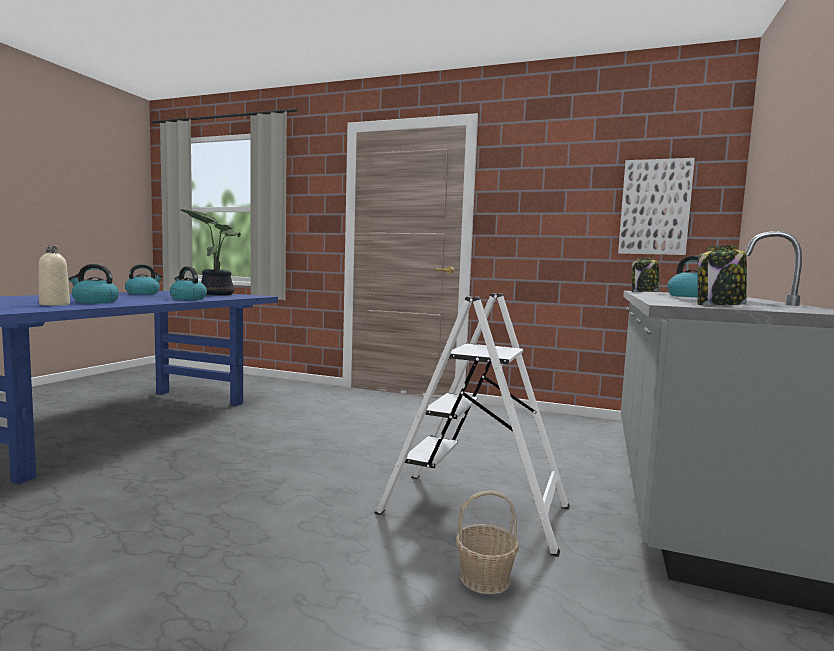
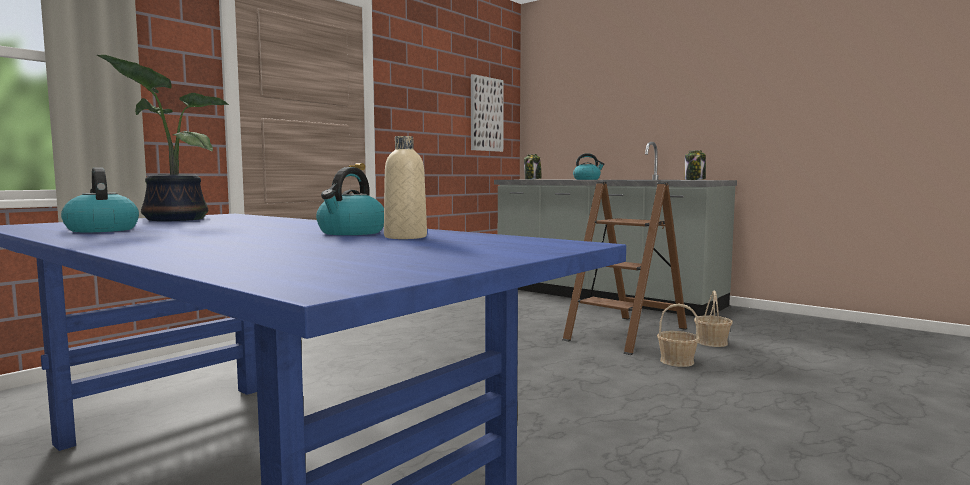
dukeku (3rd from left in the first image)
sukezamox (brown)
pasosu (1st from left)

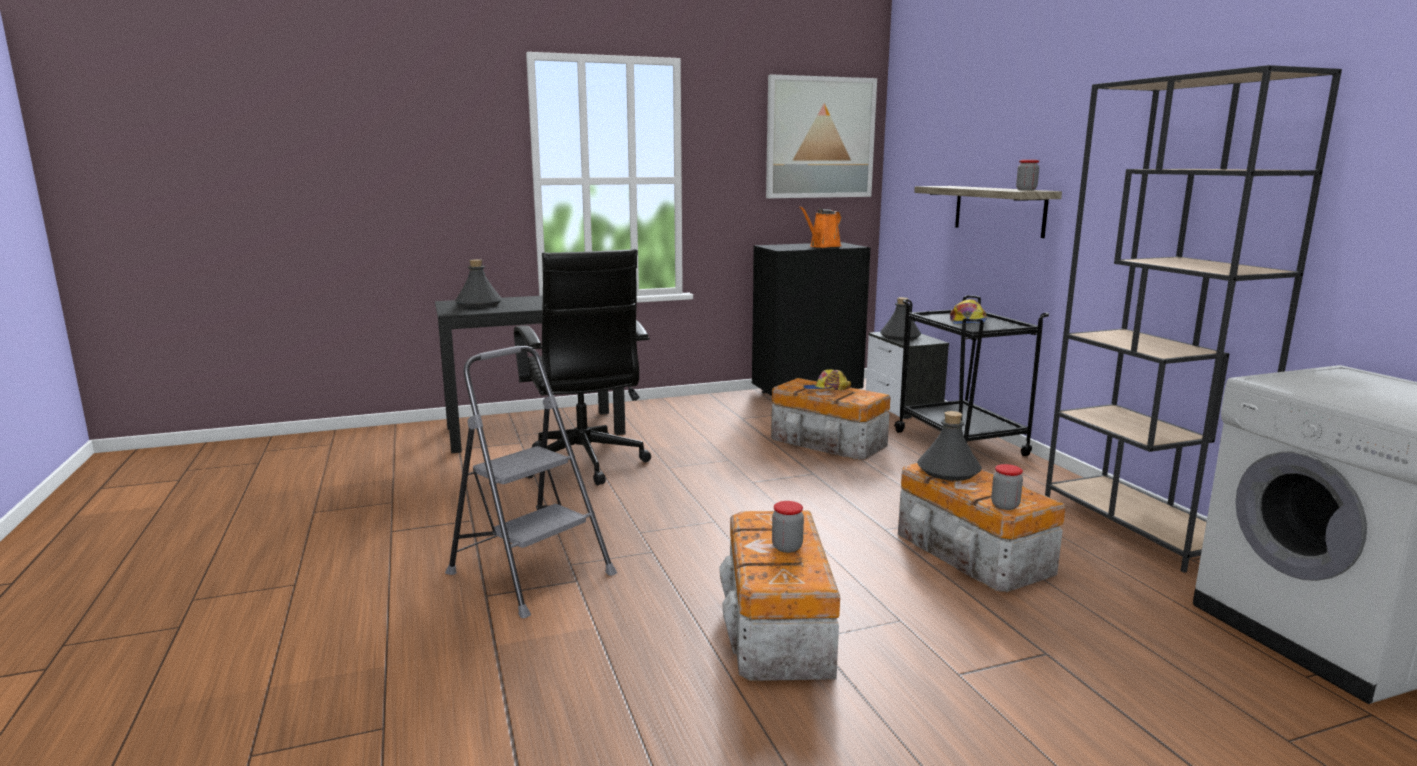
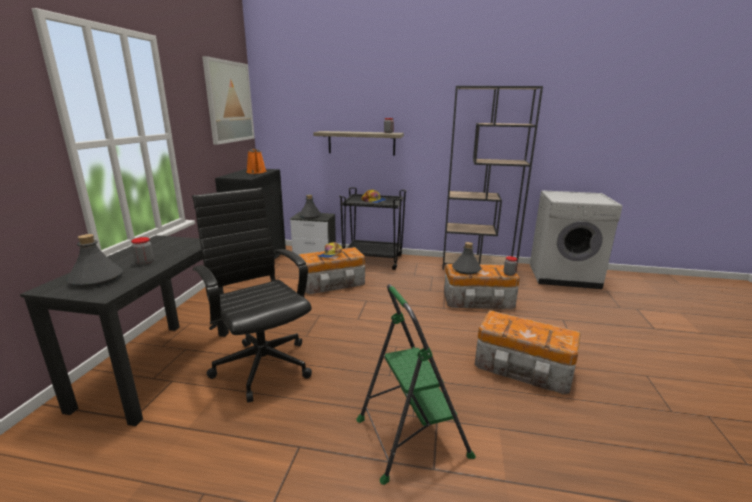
sukezamox (green)
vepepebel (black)
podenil (1st from left)

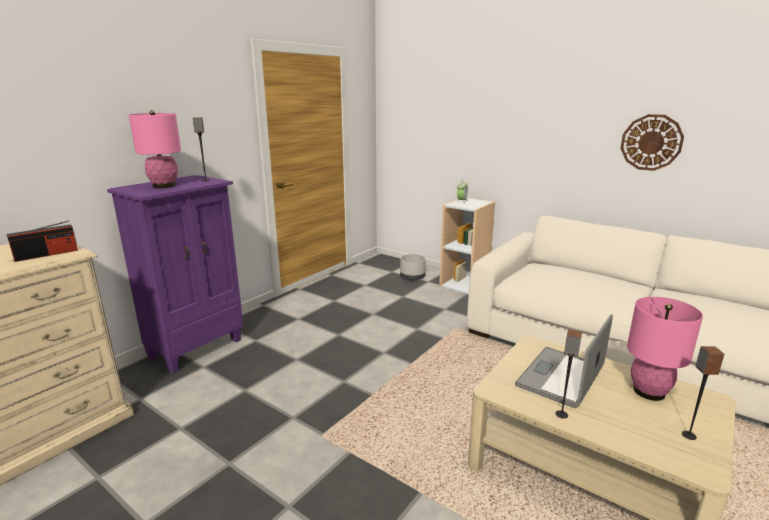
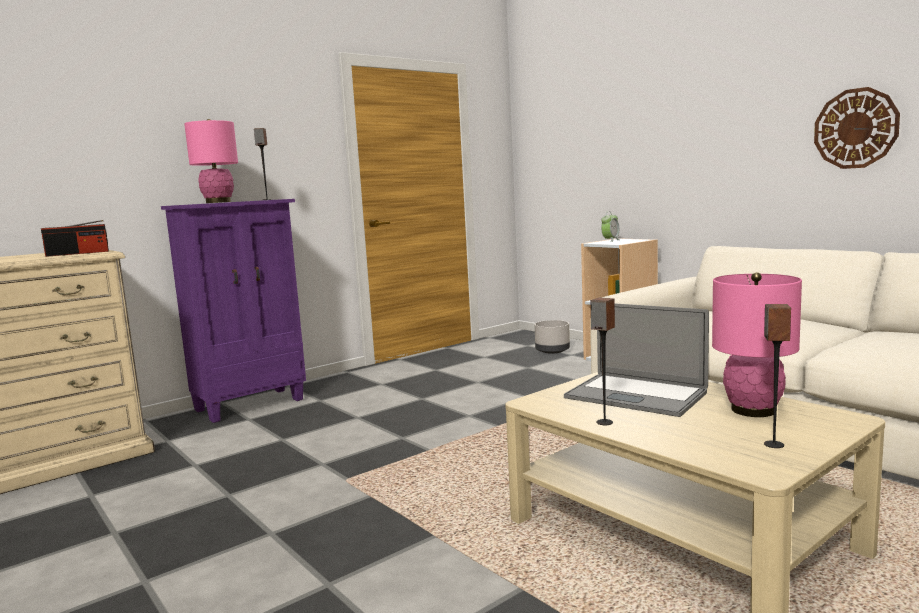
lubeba

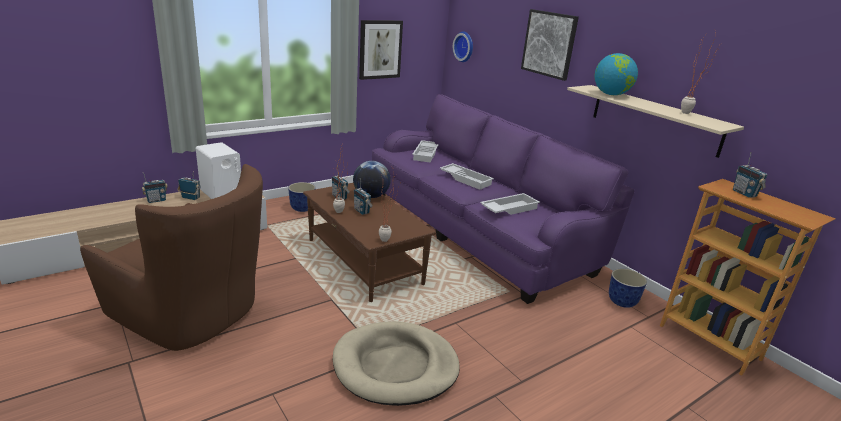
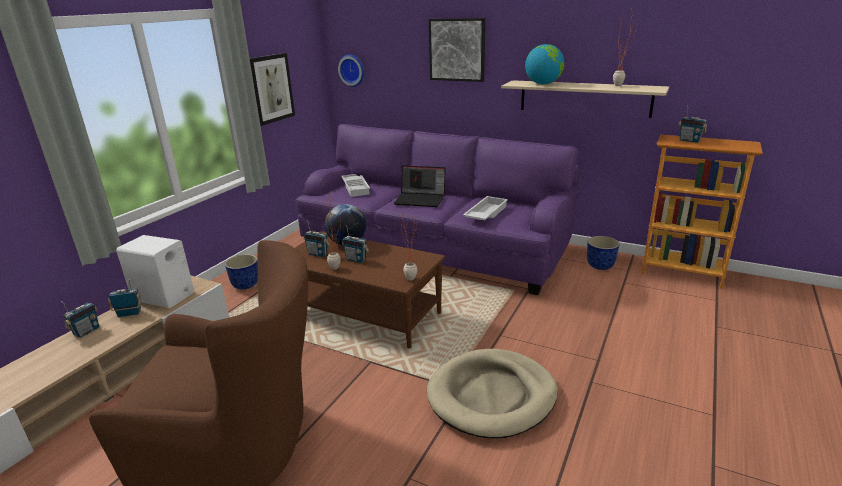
lubeba

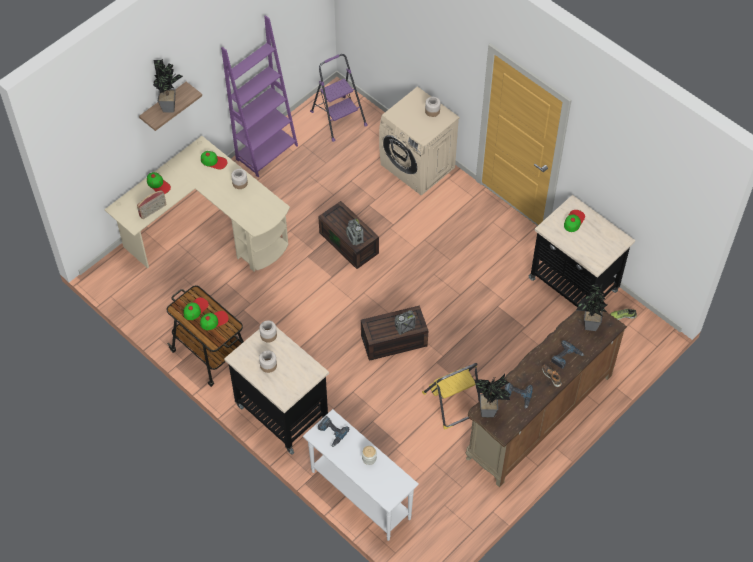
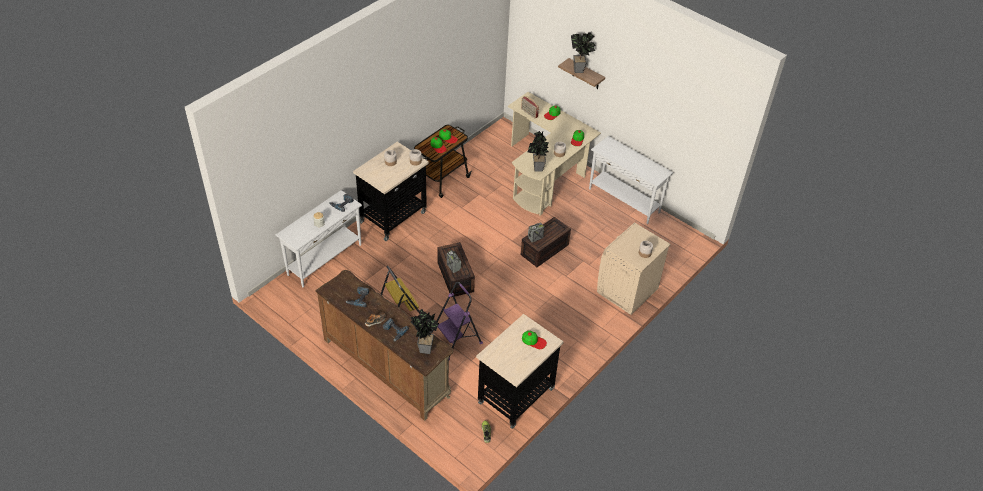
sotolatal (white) (2nd from left)
sukezamox (purple)
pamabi (2nd from left)

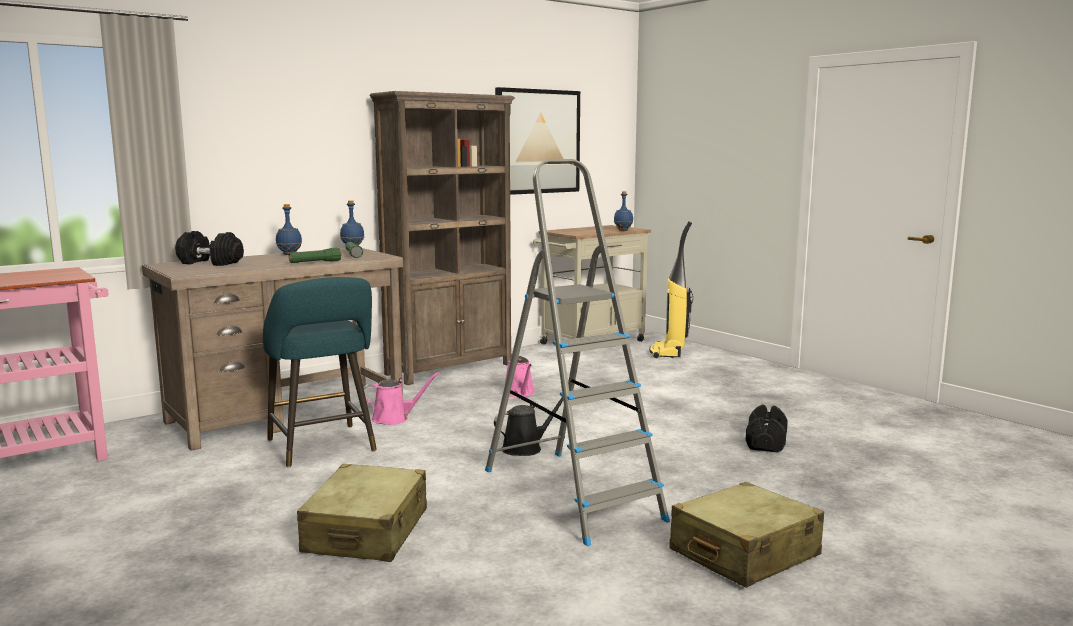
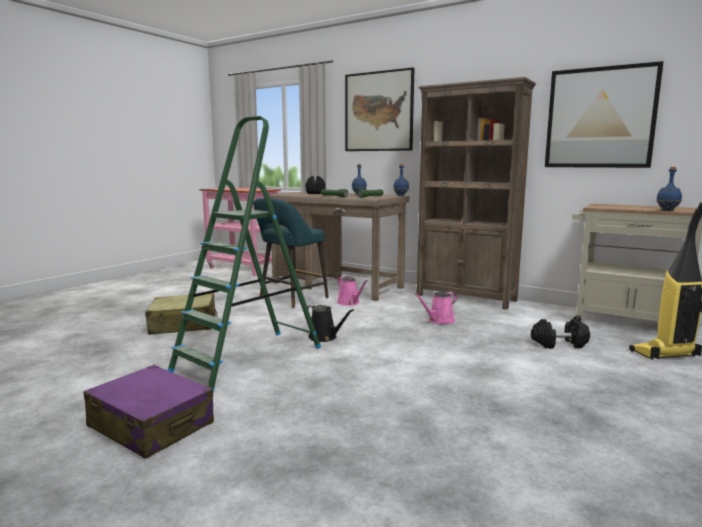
sukezamox (green)
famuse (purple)
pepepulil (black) (2nd from left)
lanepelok (1st from left)

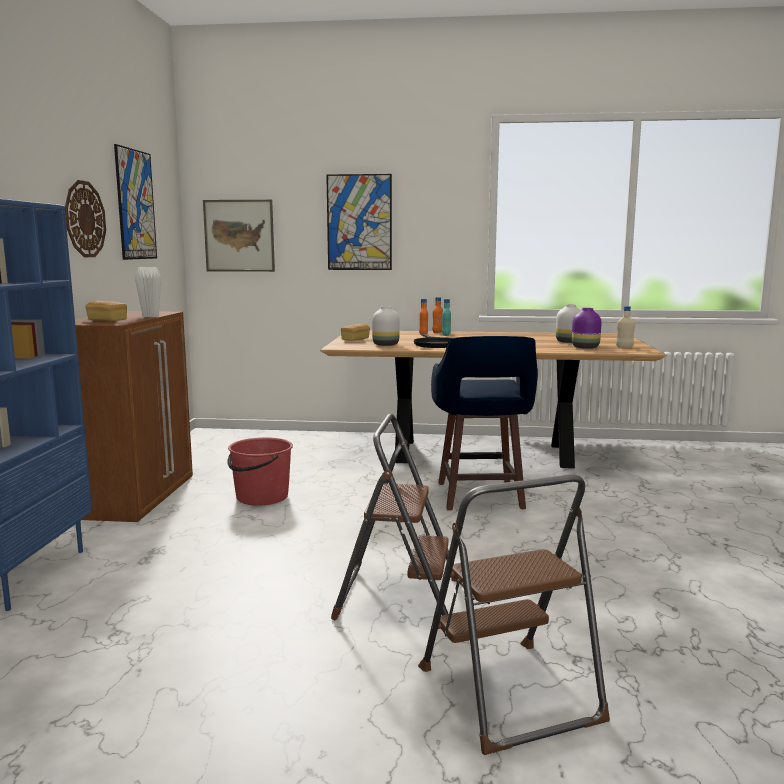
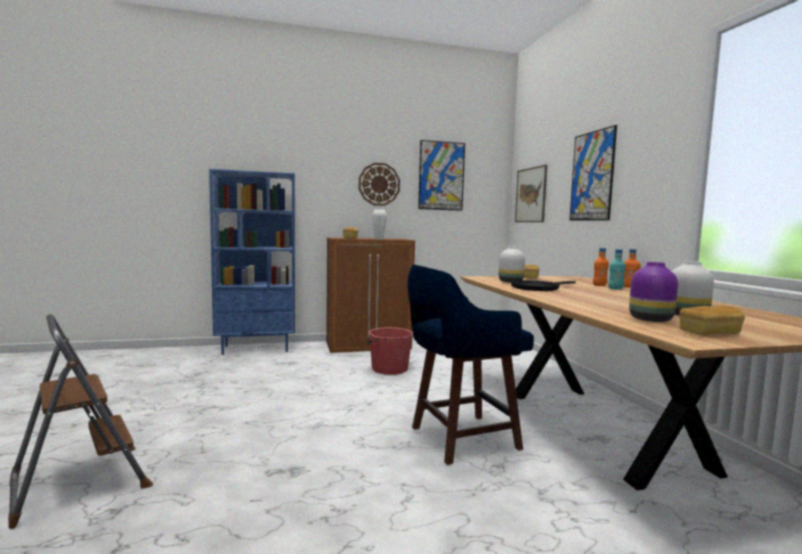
sukezamox (brown) (1st from left in the first image)
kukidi (3rd from left)

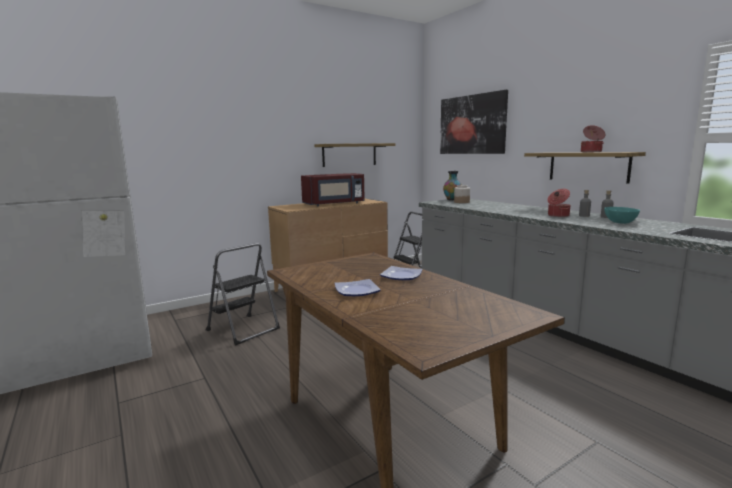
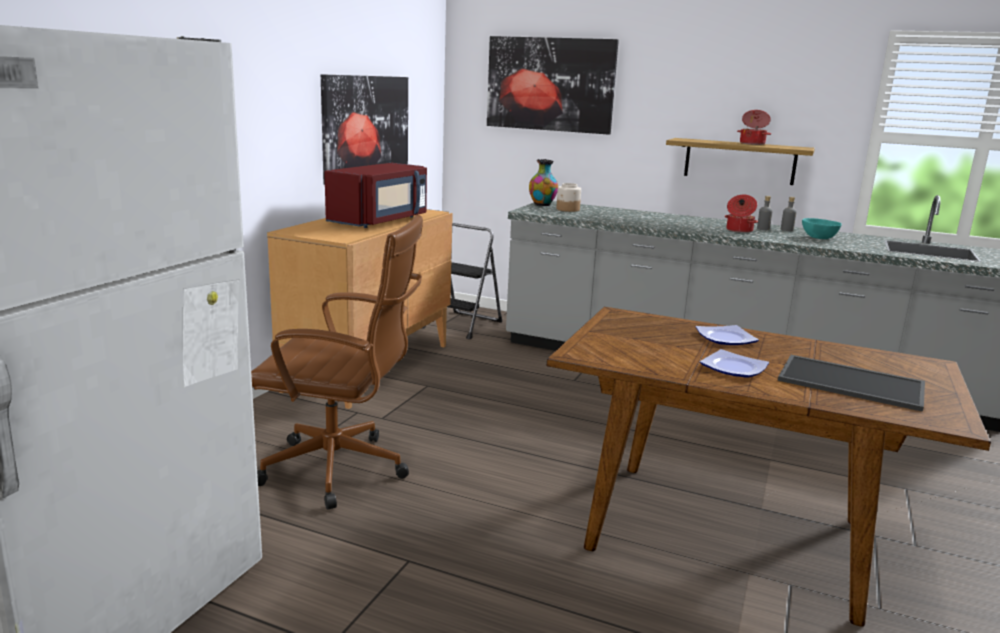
vepepebel (brown)
lanepelok (1st from left)
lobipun

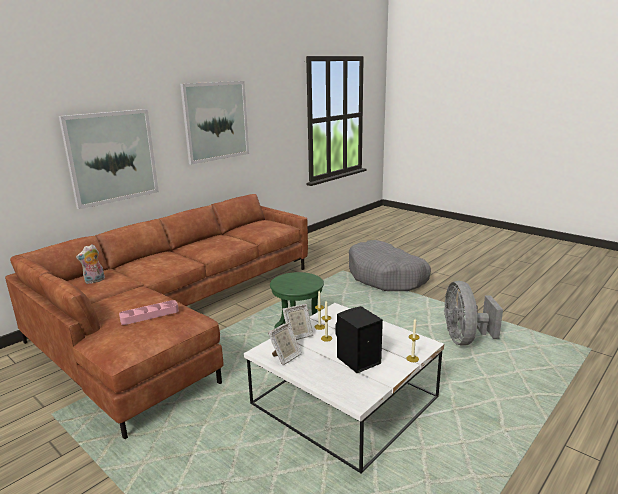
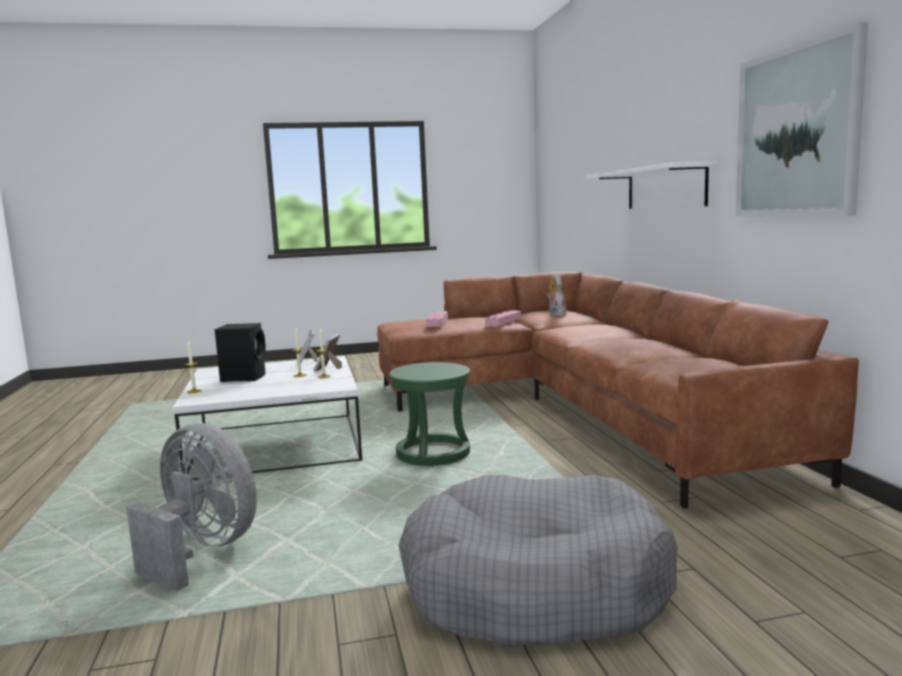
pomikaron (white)
lobipun (pink) (2nd from left)

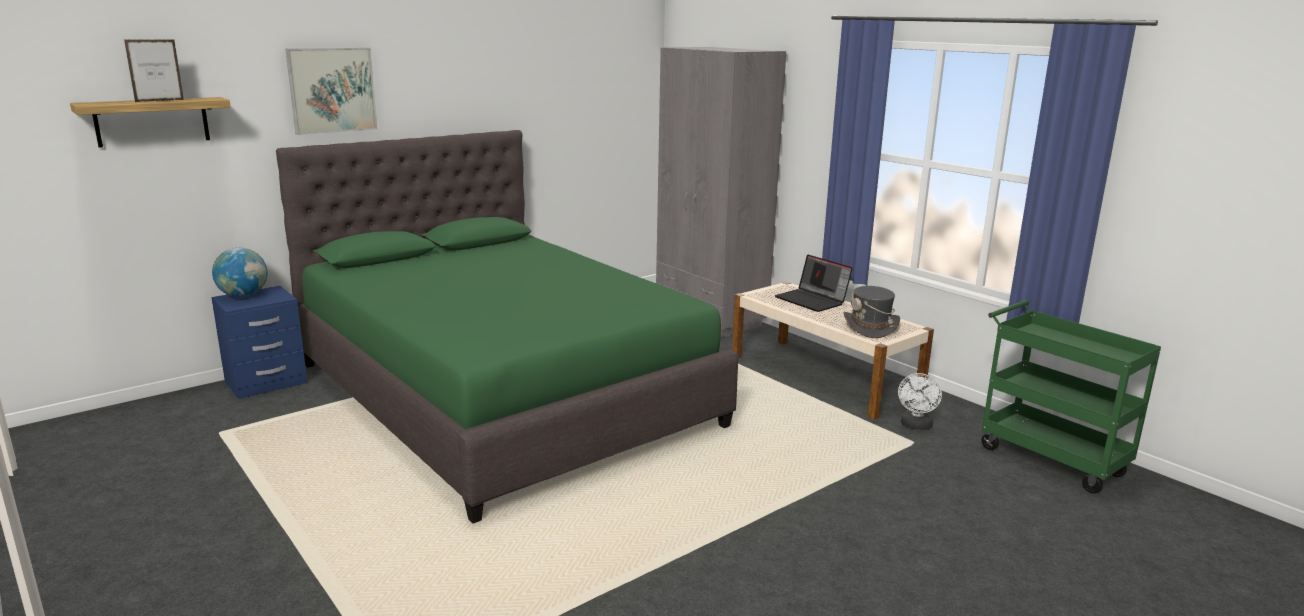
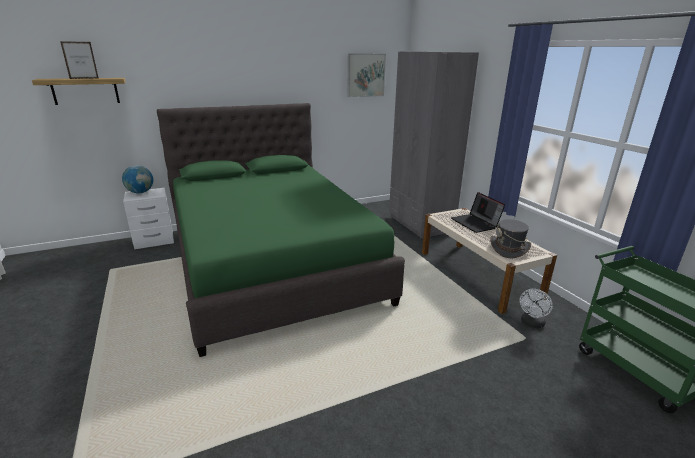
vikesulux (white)
lanepelok

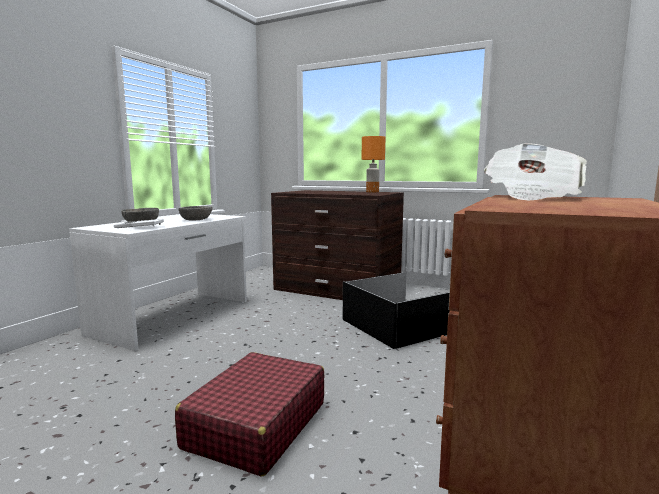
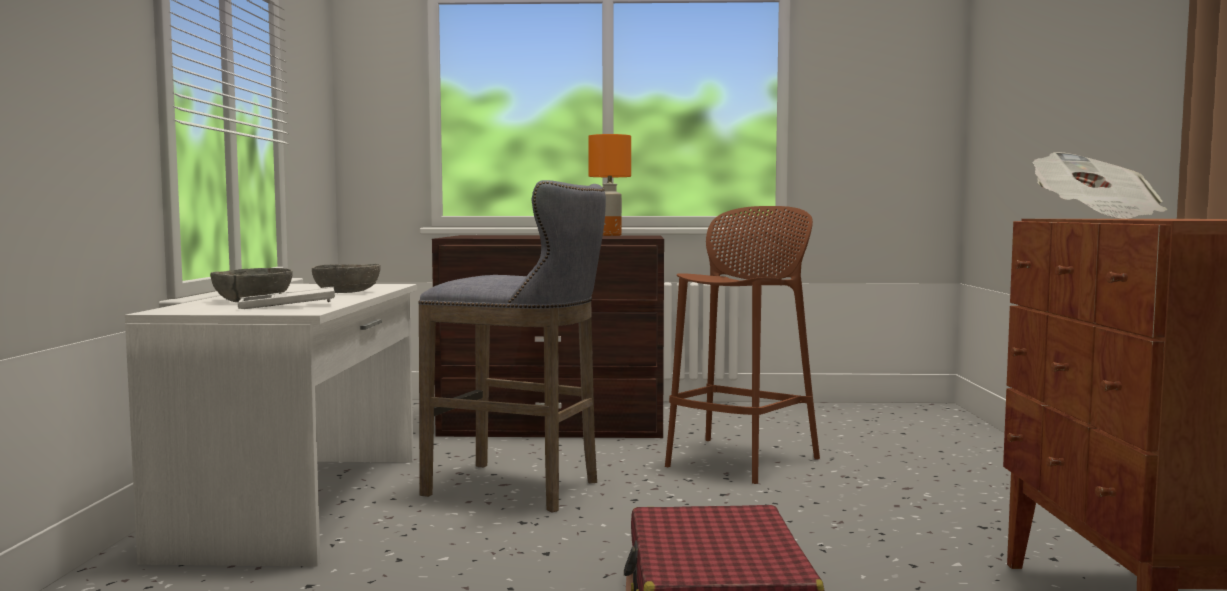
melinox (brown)
melinox (grey)

